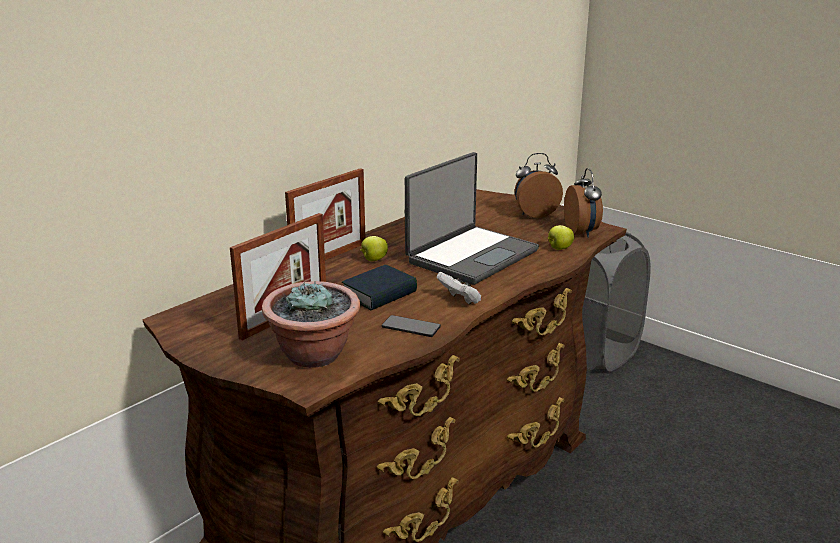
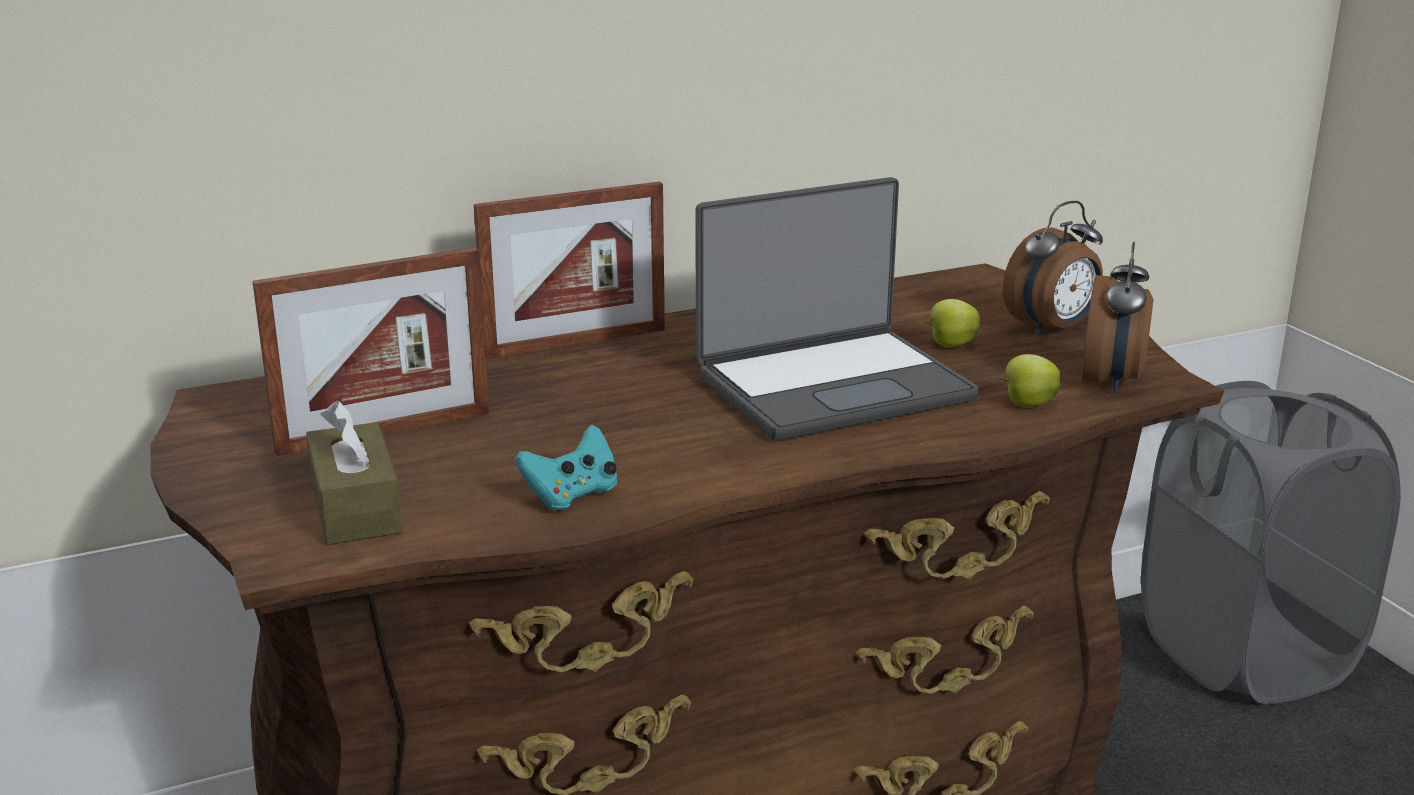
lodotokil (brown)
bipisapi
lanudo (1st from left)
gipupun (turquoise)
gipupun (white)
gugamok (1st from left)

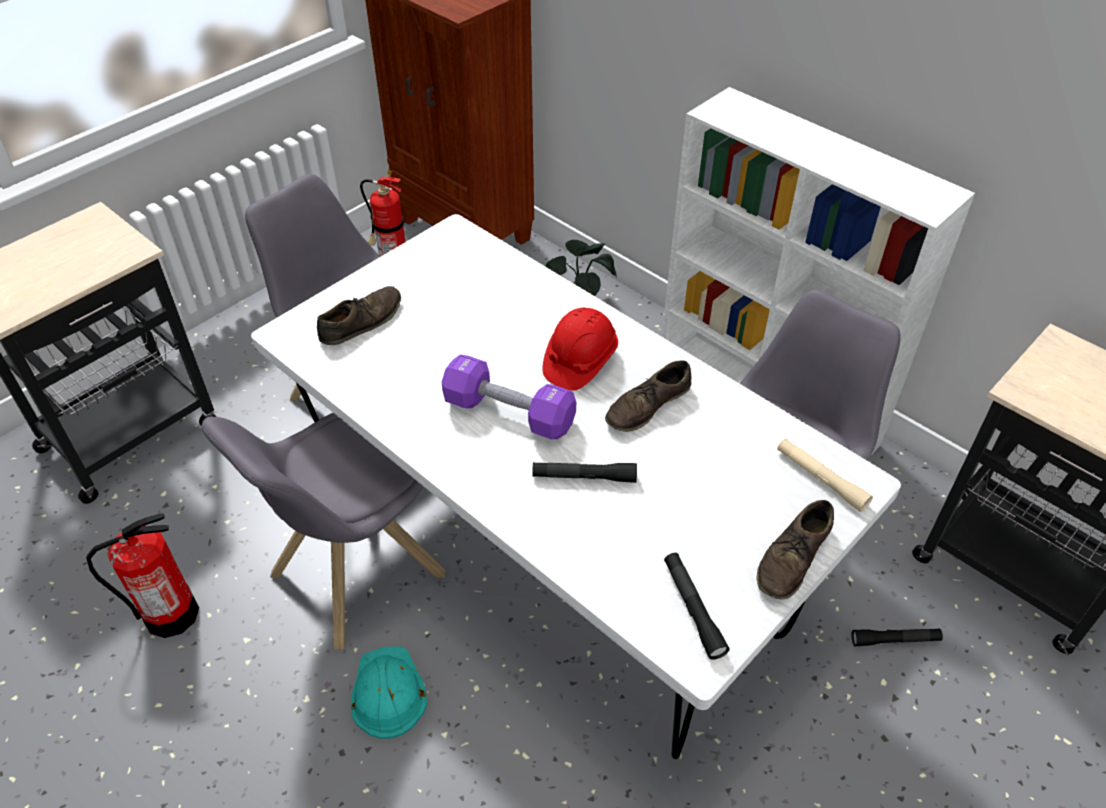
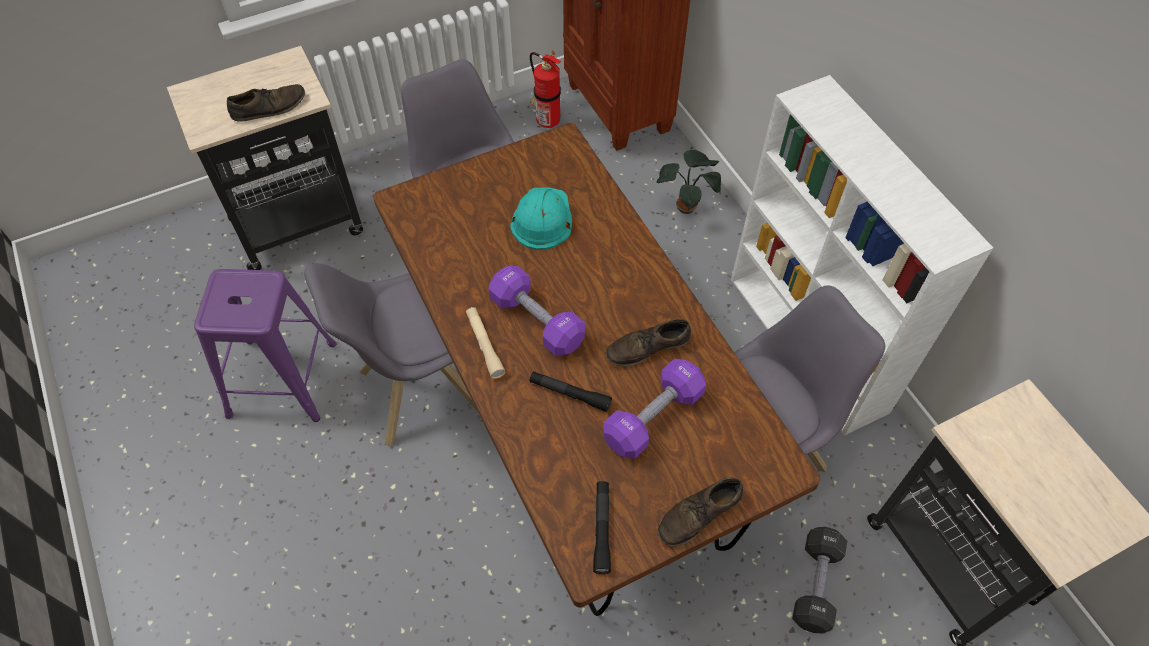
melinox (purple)
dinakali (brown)
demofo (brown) (1st from left)
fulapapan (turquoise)
fulapapan (red)
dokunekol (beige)
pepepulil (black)
pepepulil (purple) (2nd from left)

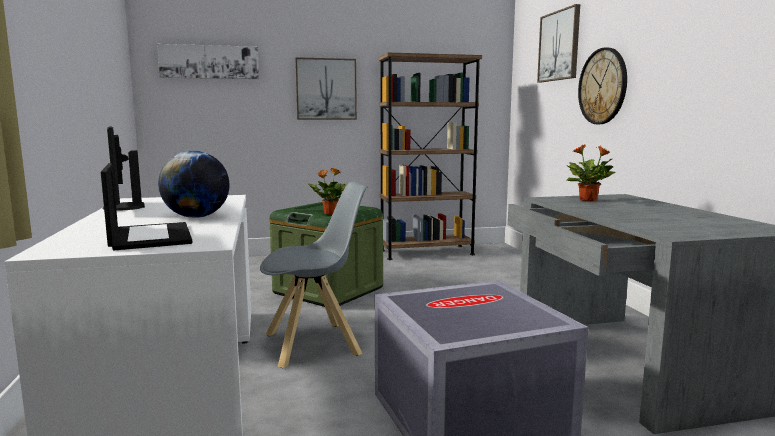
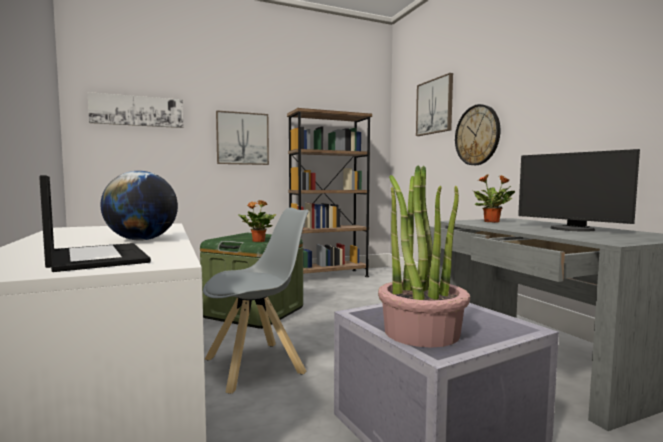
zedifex
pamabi (2nd from left)

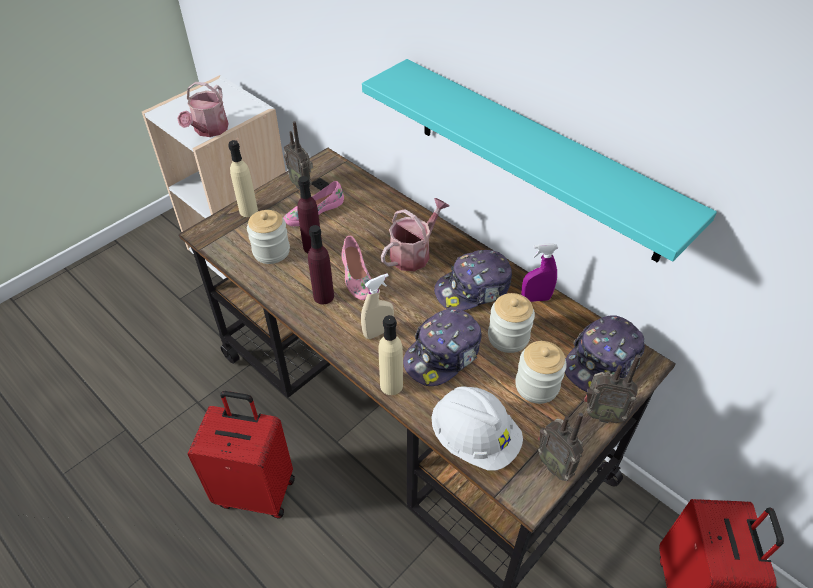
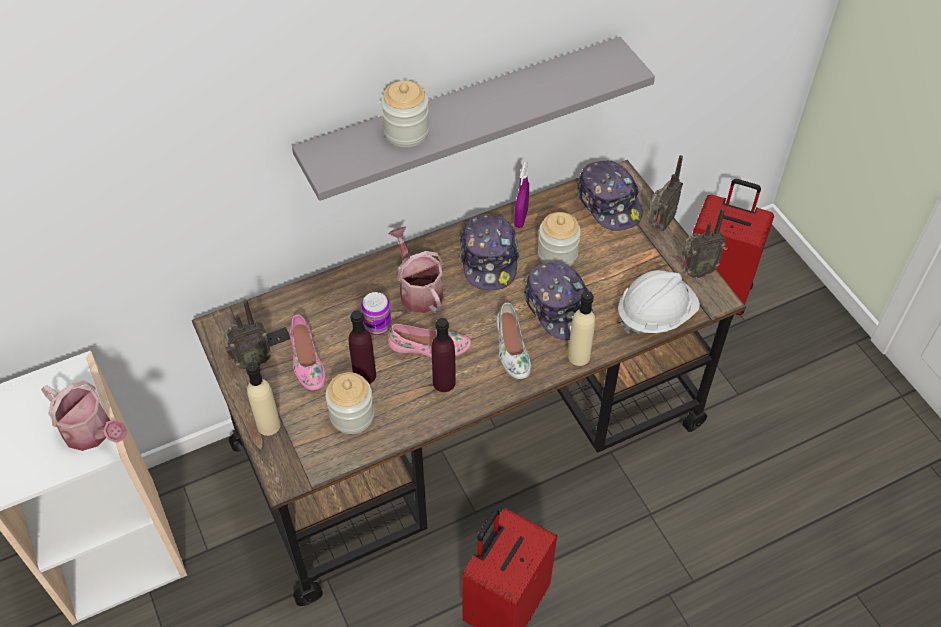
demofo (white)
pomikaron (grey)
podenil (2nd from left)
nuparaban

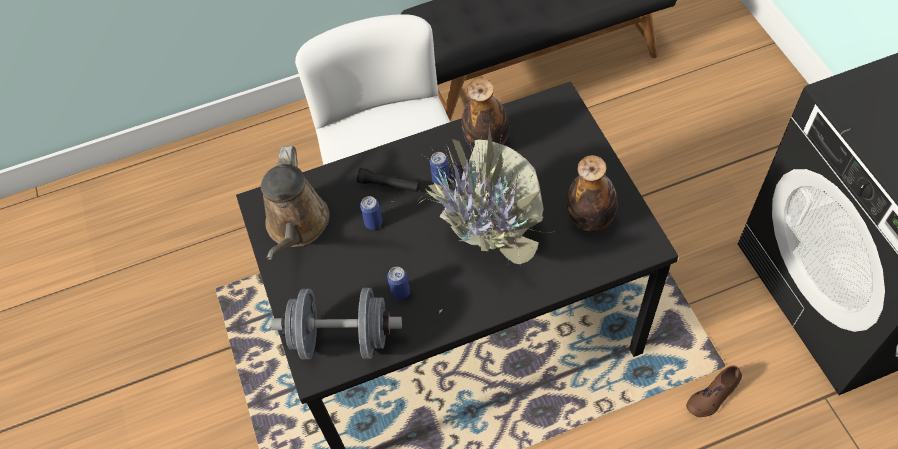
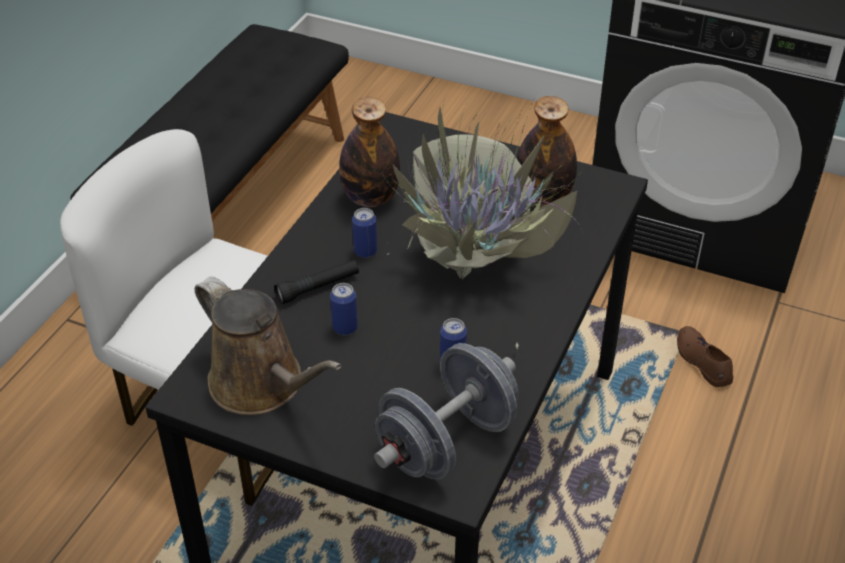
demofo (brown)

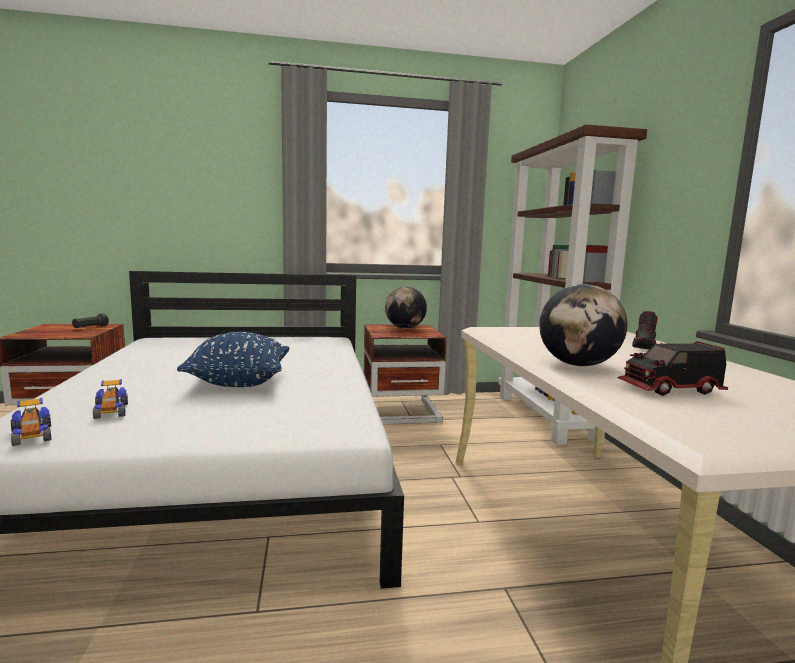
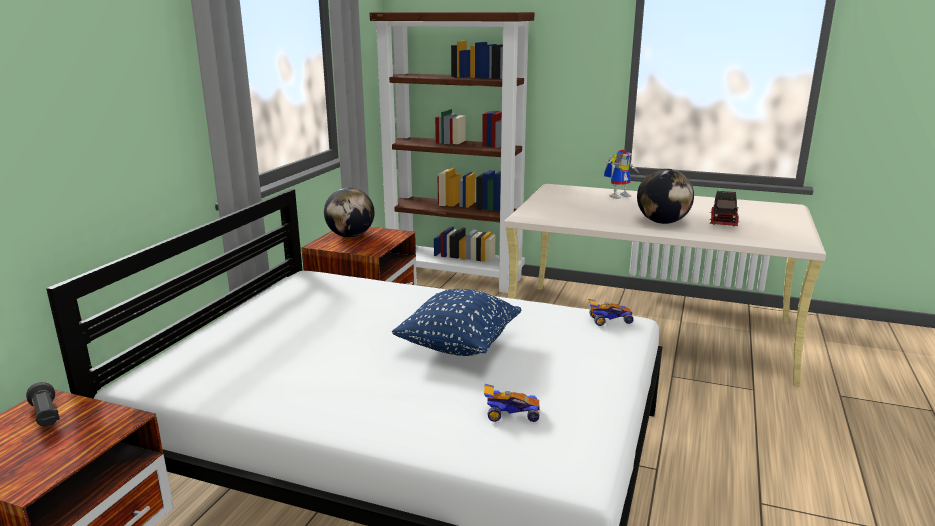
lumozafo (2nd from left)
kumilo

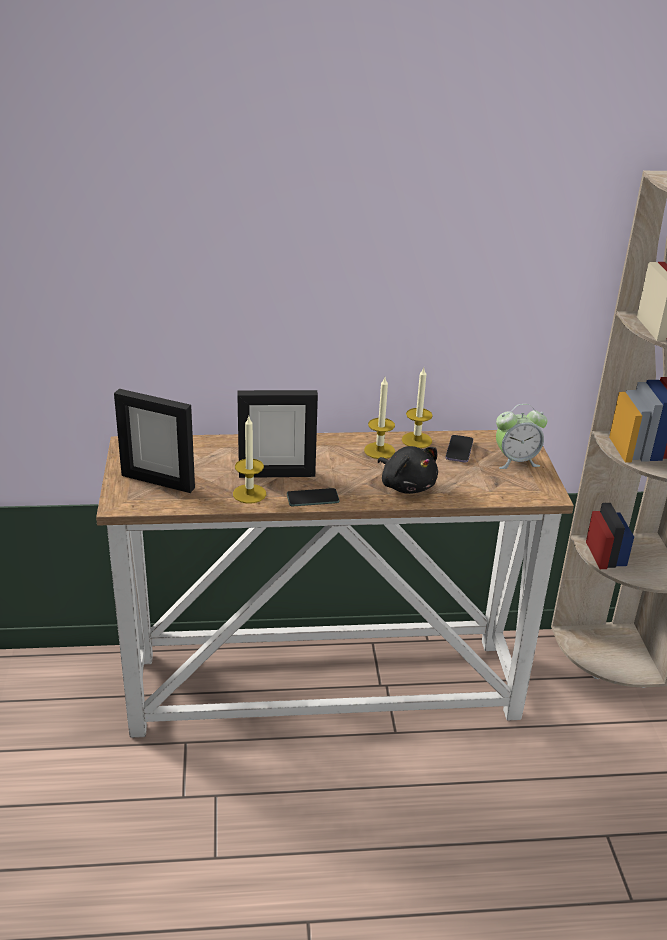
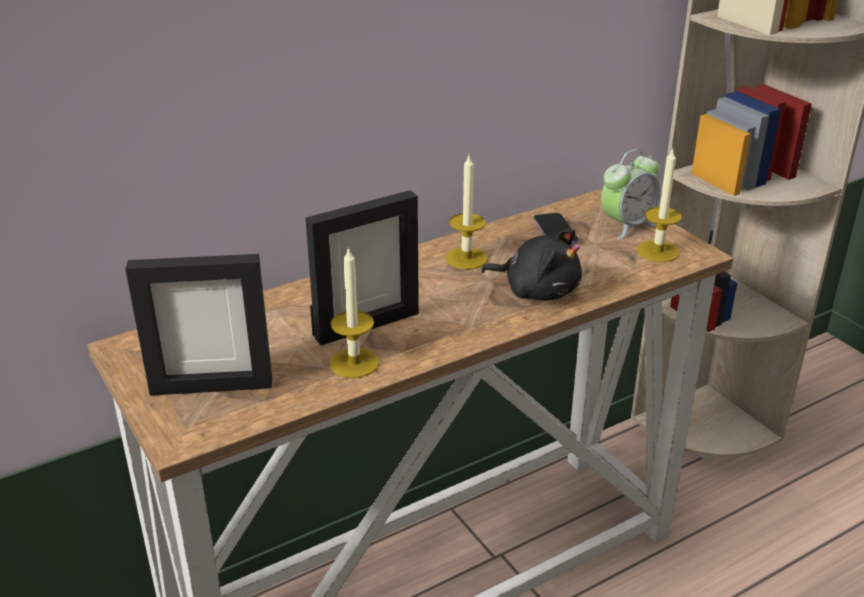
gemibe (1st from left in the first image)
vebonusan (3rd from left)

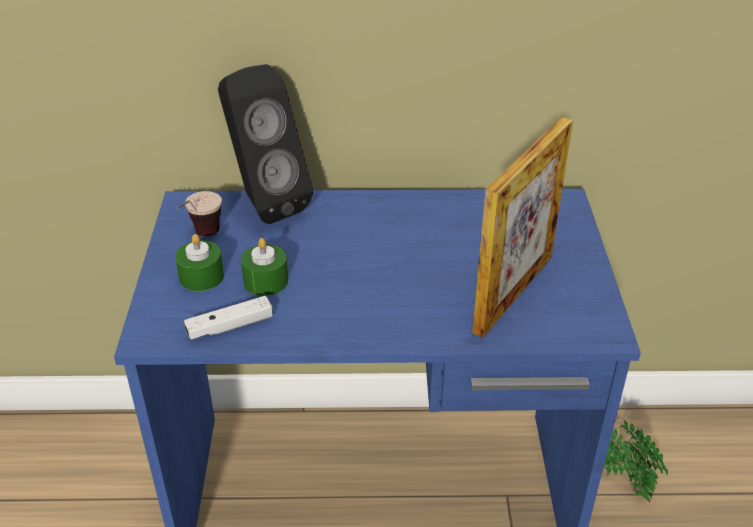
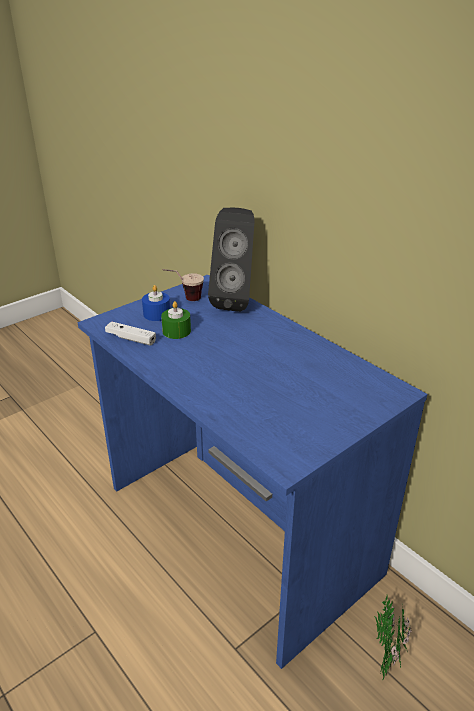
vebonusan (blue)
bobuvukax

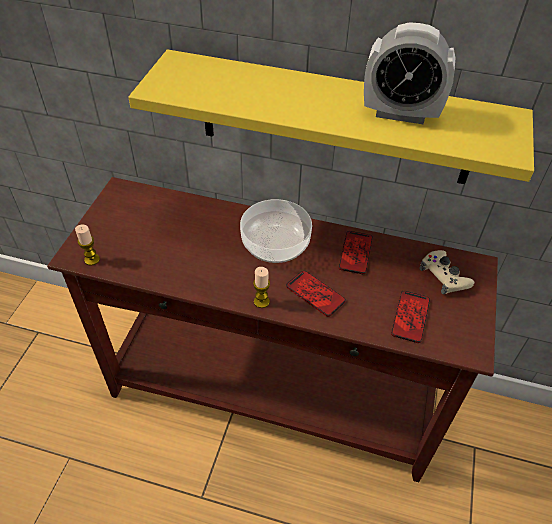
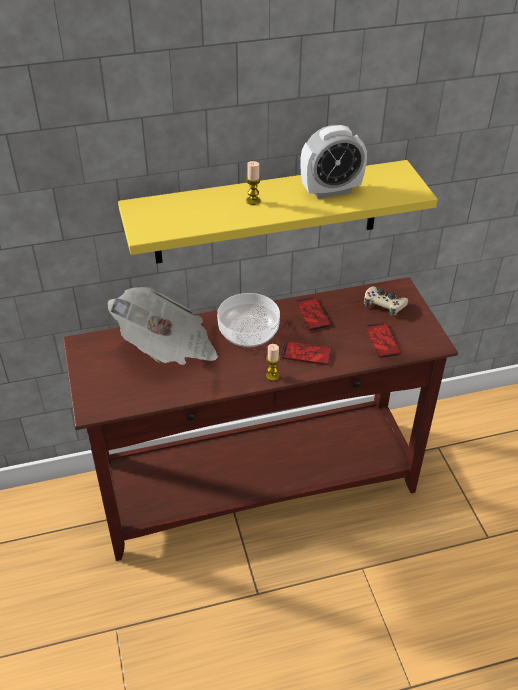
vebonusan (1st from left)
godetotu

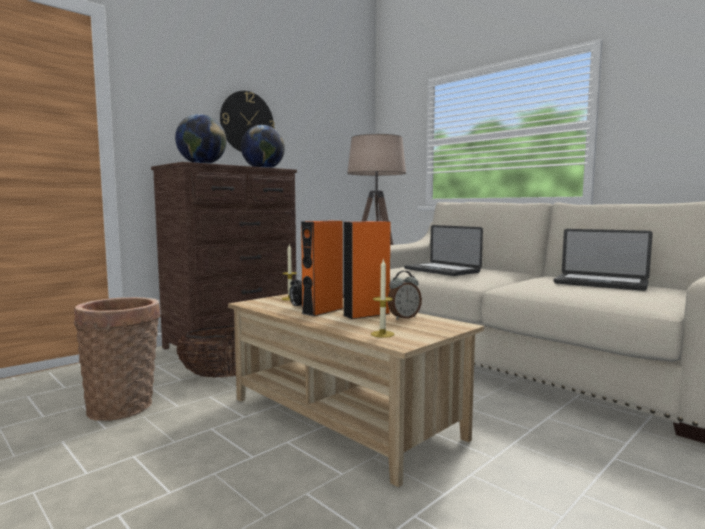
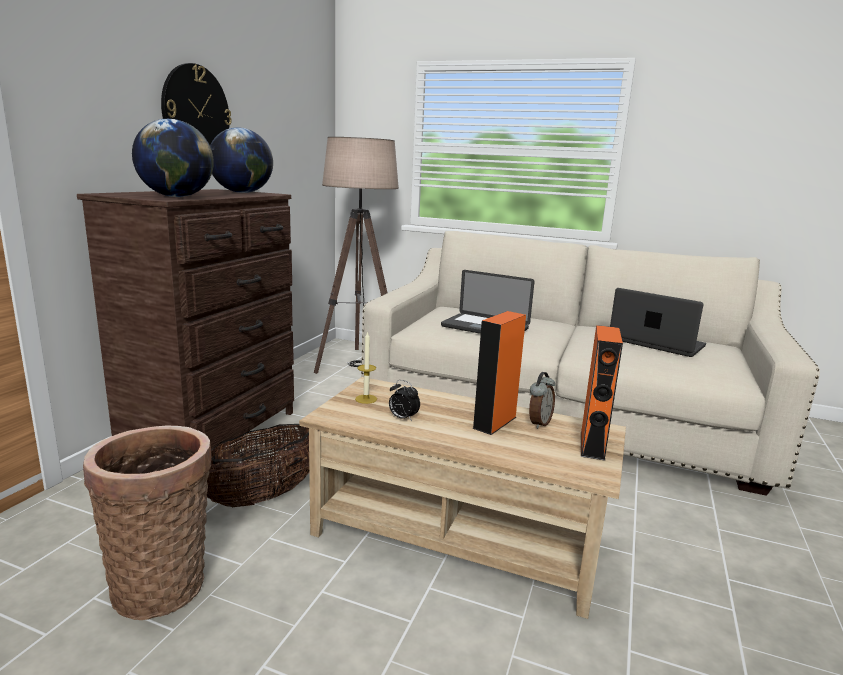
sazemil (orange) (2nd from left)
vebonusan (2nd from left in the first image)
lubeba (2nd from left)

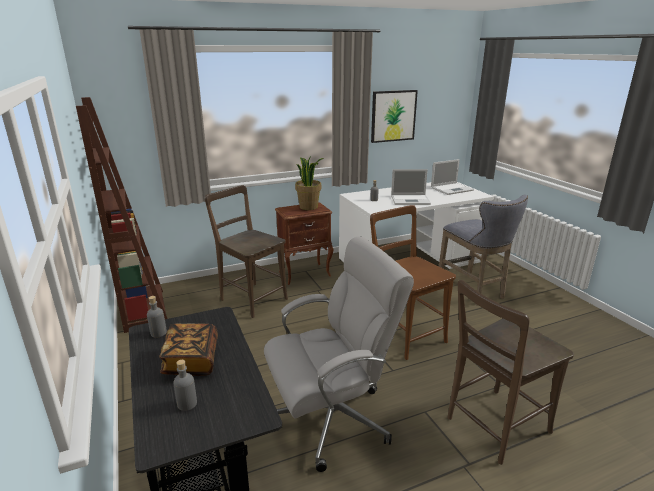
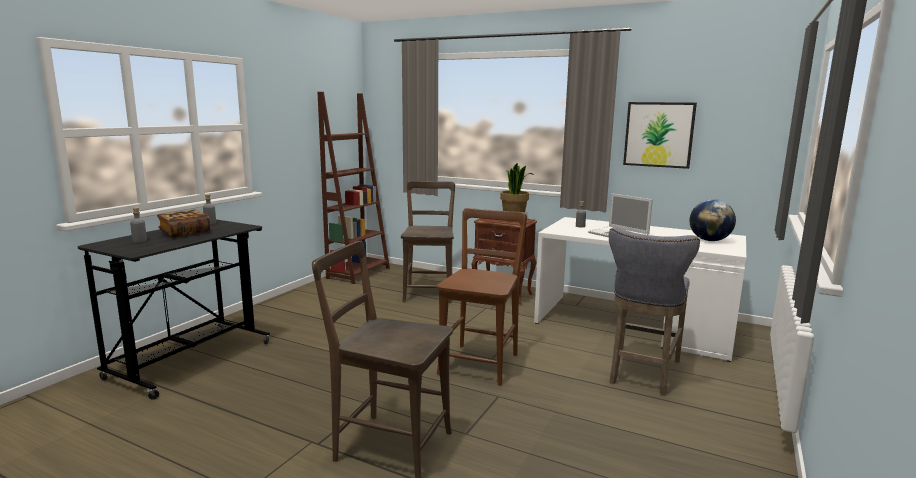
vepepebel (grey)
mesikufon

